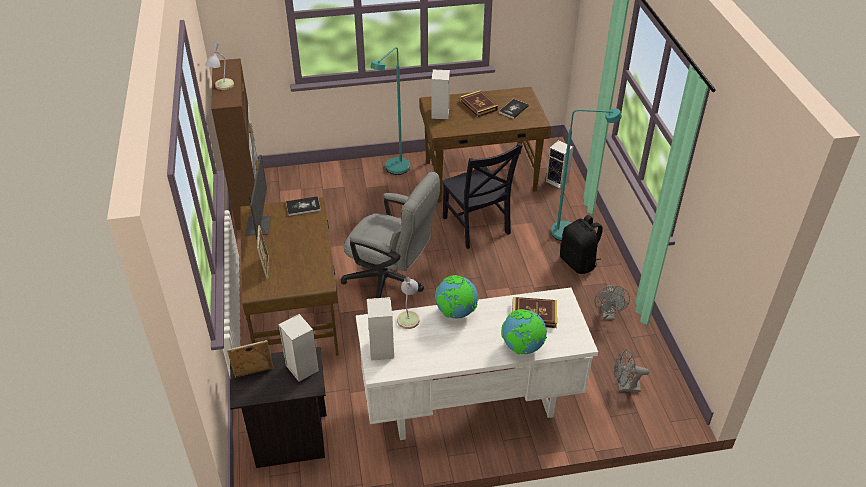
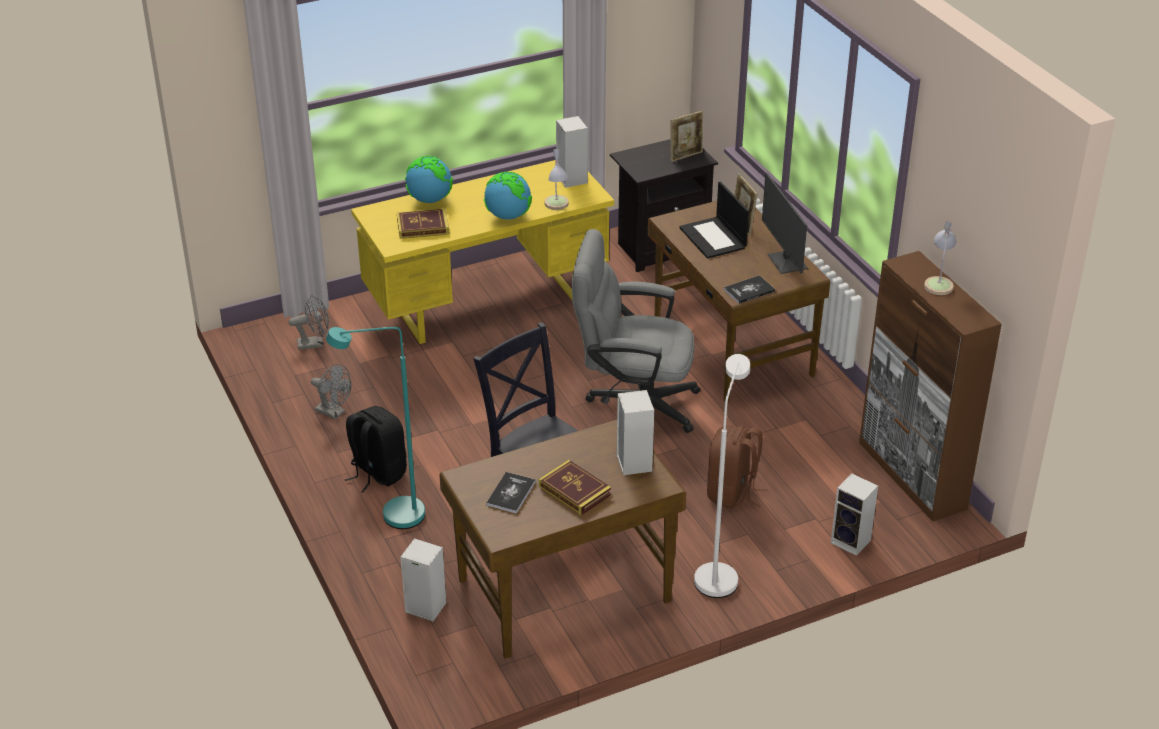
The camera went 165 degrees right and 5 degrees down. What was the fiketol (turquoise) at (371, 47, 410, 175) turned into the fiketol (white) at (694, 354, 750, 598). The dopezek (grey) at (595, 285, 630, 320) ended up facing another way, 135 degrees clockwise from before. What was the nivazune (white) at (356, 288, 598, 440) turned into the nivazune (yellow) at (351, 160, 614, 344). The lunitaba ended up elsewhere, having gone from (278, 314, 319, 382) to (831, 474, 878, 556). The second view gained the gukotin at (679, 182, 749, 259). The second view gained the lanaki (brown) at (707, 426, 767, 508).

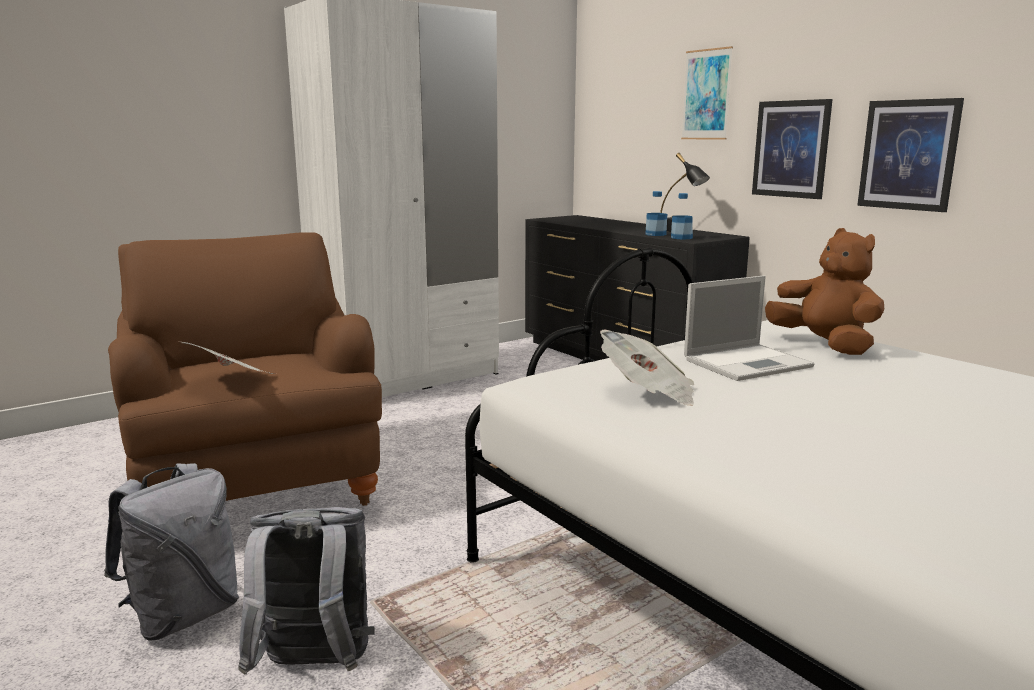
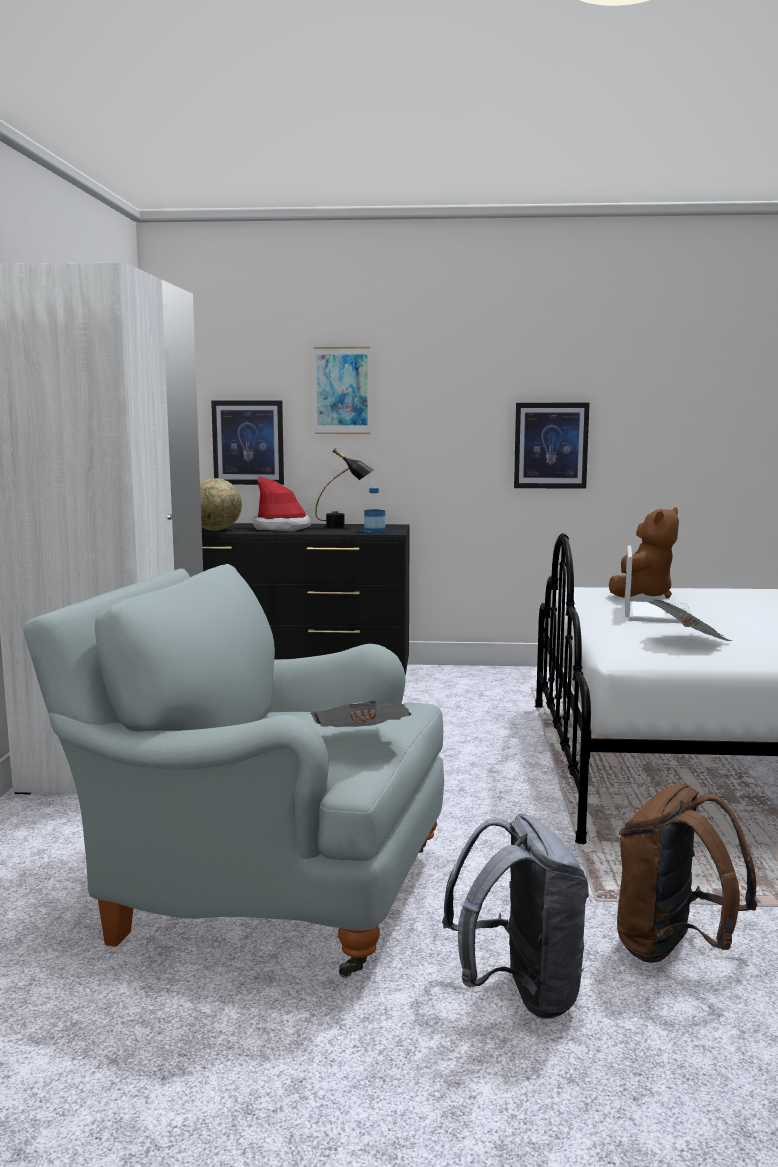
The camera went 50 degrees left and 5 degrees down. The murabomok ended up elsewhere, having gone from (752, 99, 833, 199) to (211, 400, 284, 485). The second view lost the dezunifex at (645, 191, 667, 236). The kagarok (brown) at (765, 228, 884, 355) ended up facing another way, 120 degrees clockwise from before. What was the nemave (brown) at (108, 232, 382, 506) turned into the nemave (grey) at (23, 564, 444, 978). What was the lanaki (grey) at (238, 507, 375, 675) turned into the lanaki (brown) at (617, 784, 758, 963). The second view gained the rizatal at (253, 476, 311, 531). The second view gained the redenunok at (200, 478, 242, 531).

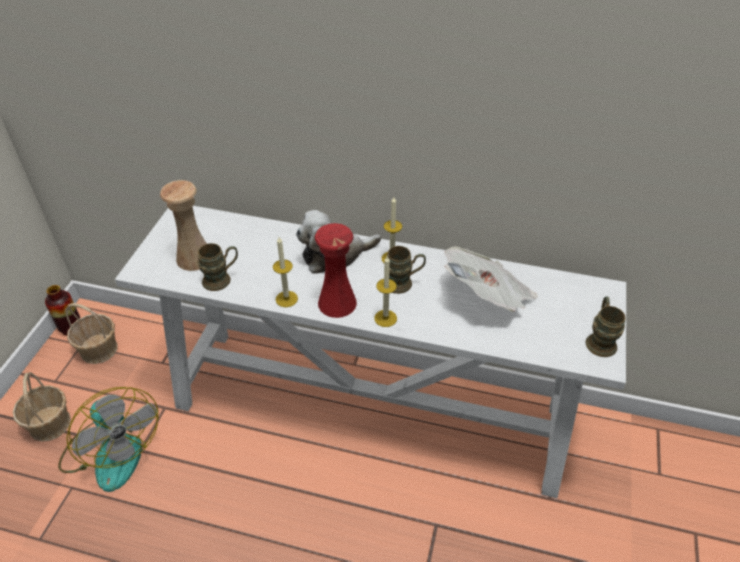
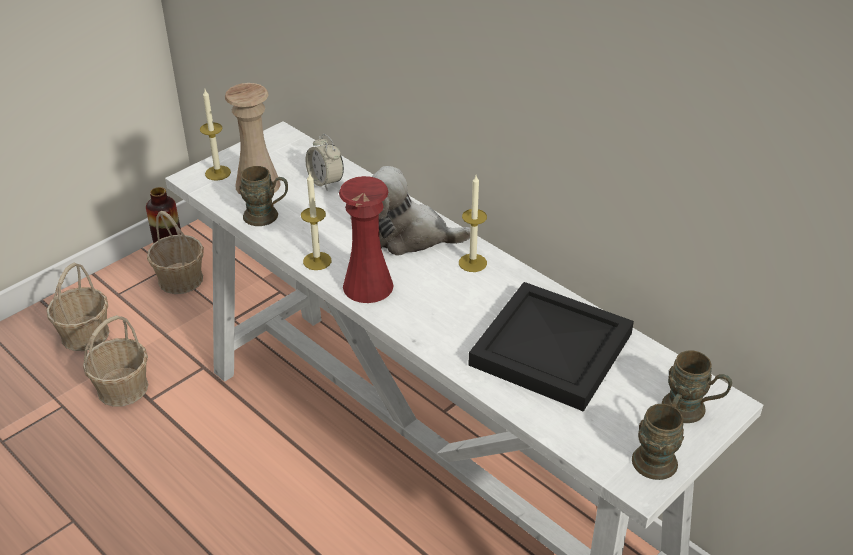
The camera went 30 degrees right and 5 degrees down. The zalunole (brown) ended up elsewhere, having gone from (387, 246, 426, 294) to (662, 351, 732, 423). Where the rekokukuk stood at (444, 246, 538, 312), the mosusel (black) came to stand at (468, 282, 634, 412). The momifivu ended up elsewhere, having gone from (374, 256, 397, 327) to (200, 90, 231, 181). Where the dopezek stood at (58, 387, 158, 492), the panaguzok came to stand at (83, 315, 148, 407). The second view gained the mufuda at (306, 134, 344, 190).

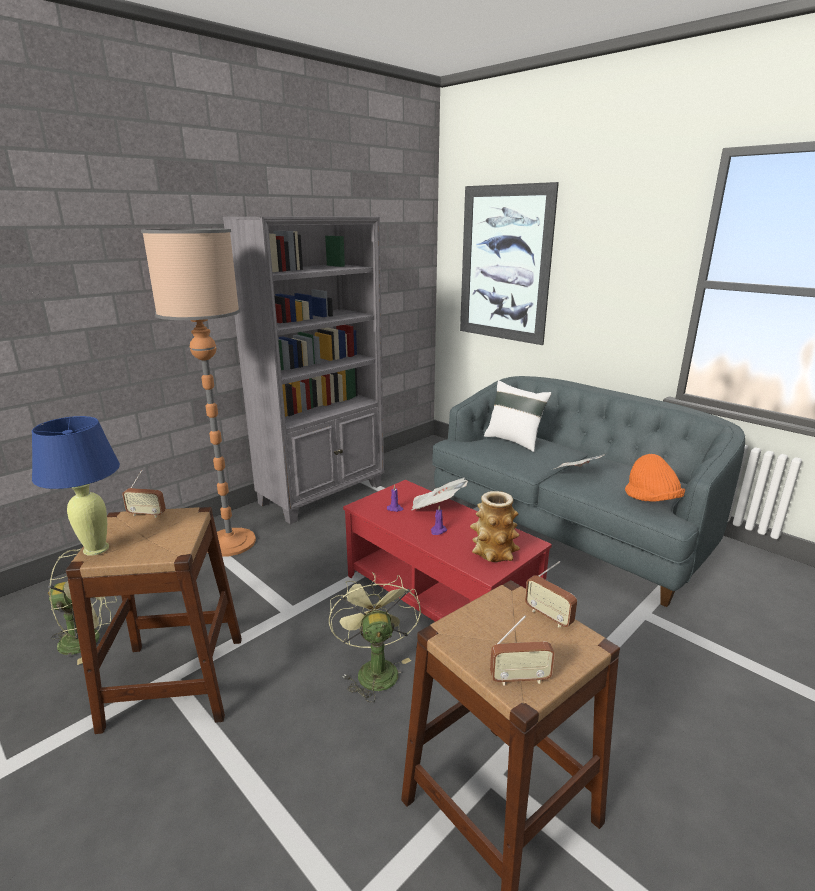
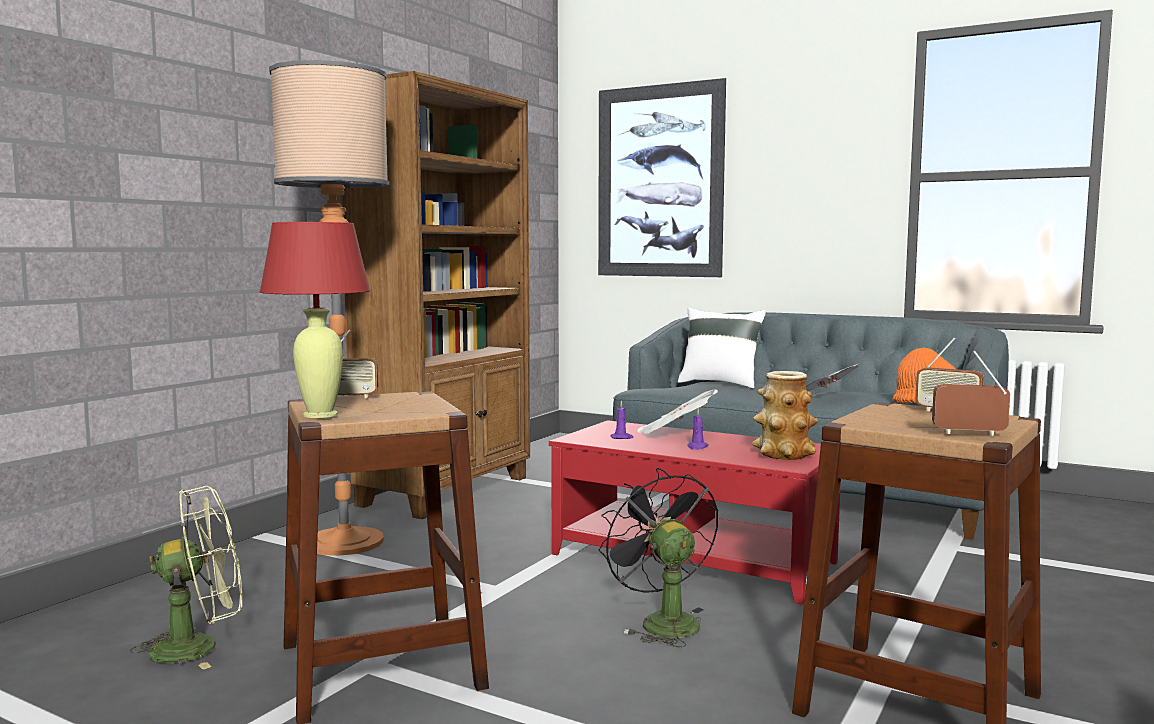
The camera went 15 degrees left and 15 degrees down. What was the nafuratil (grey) at (223, 217, 384, 524) turned into the nafuratil (brown) at (341, 71, 530, 519). What was the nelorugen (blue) at (32, 416, 120, 556) turned into the nelorugen (red) at (260, 222, 370, 418). What was the dopezek (green) at (329, 572, 421, 703) turned into the dopezek (black) at (599, 468, 718, 647). The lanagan at (490, 615, 555, 686) ended up facing another way, 150 degrees counterclockwise from before.

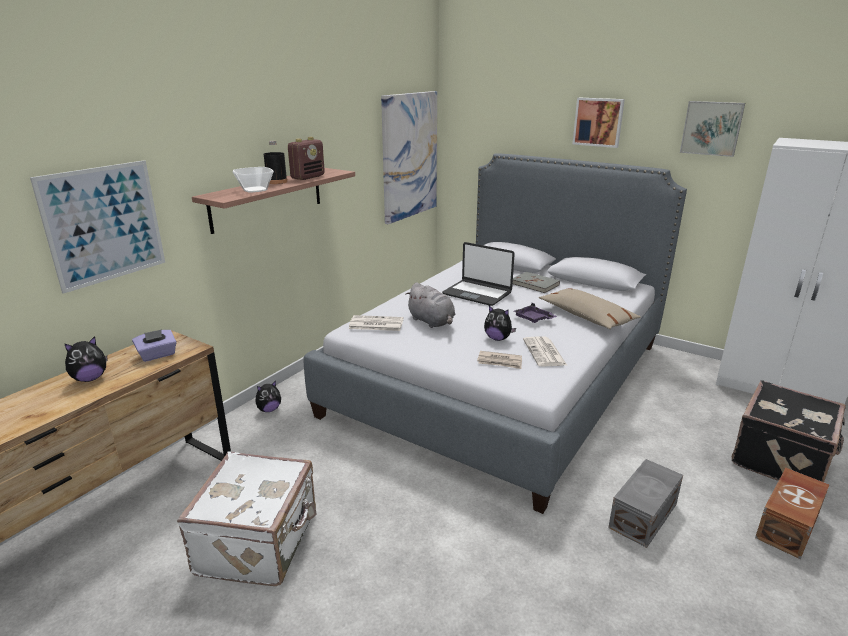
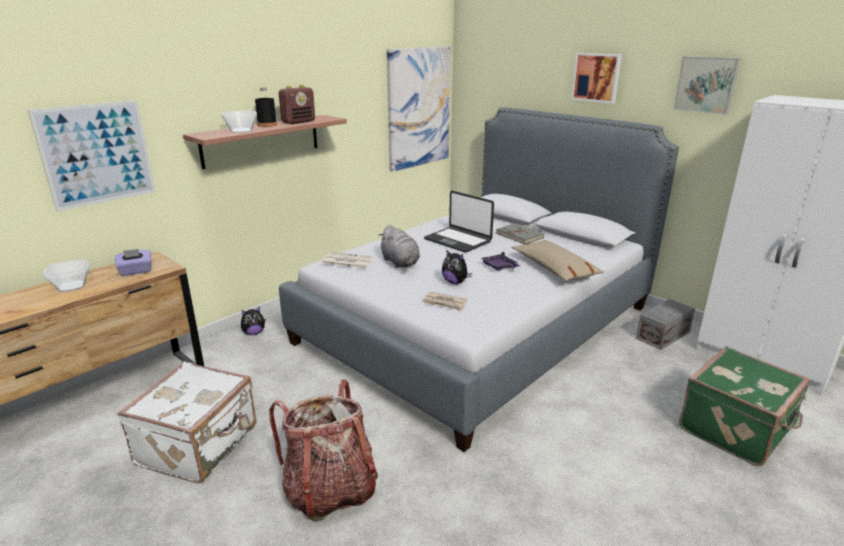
The camera went 10 degrees right and 0 degrees up. Where the kagarok stood at (65, 336, 107, 382), the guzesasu came to stand at (44, 259, 90, 292). The second view lost the rekokukuk at (523, 336, 567, 366). What was the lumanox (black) at (732, 380, 846, 482) turned into the lumanox (green) at (679, 346, 810, 466). The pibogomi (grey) ended up elsewhere, having gone from (608, 459, 683, 548) to (636, 299, 695, 350). The second view lost the pibogomi (brown) at (755, 468, 829, 559). The second view gained the lanaki at (269, 380, 378, 522).

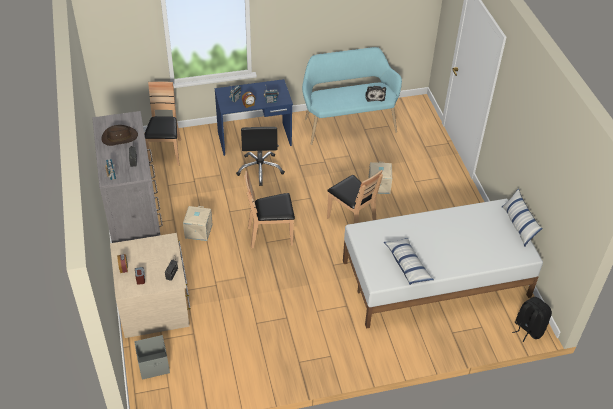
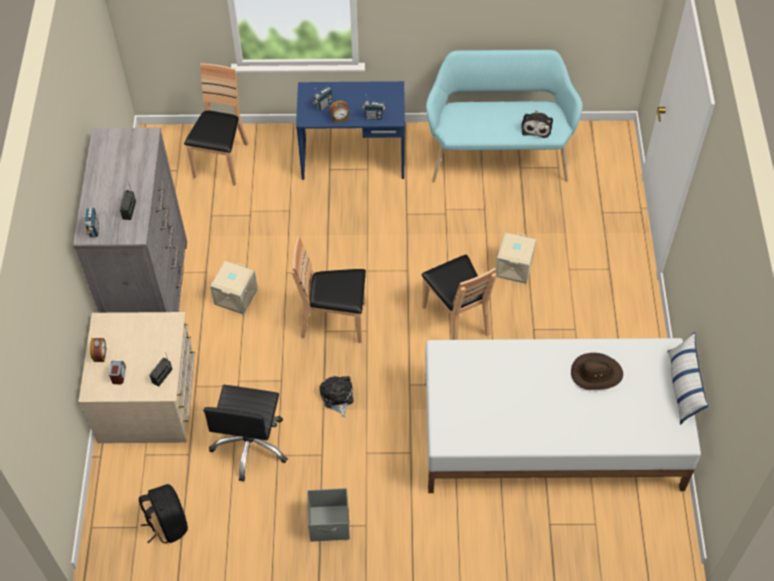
The camera went 15 degrees right and 10 degrees up. The rizatal (brown) ended up elsewhere, having gone from (101, 125, 138, 146) to (571, 353, 623, 390). The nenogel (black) ended up elsewhere, having gone from (236, 127, 285, 186) to (203, 385, 288, 481). The second view lost the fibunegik at (384, 238, 434, 285). The lanaki (black) ended up elsewhere, having gone from (512, 297, 552, 342) to (139, 484, 188, 543). The pibogomi (grey) ended up elsewhere, having gone from (134, 335, 170, 380) to (307, 488, 350, 542). The second view gained the kagarok at (319, 376, 354, 417).

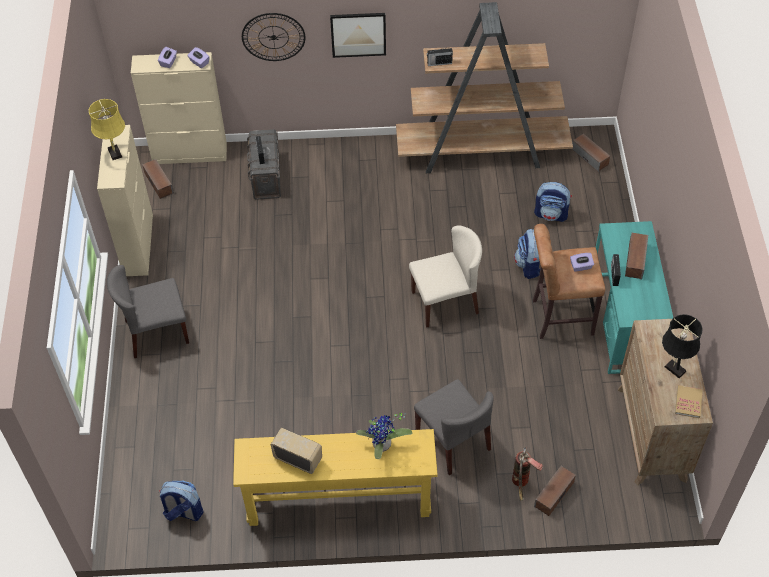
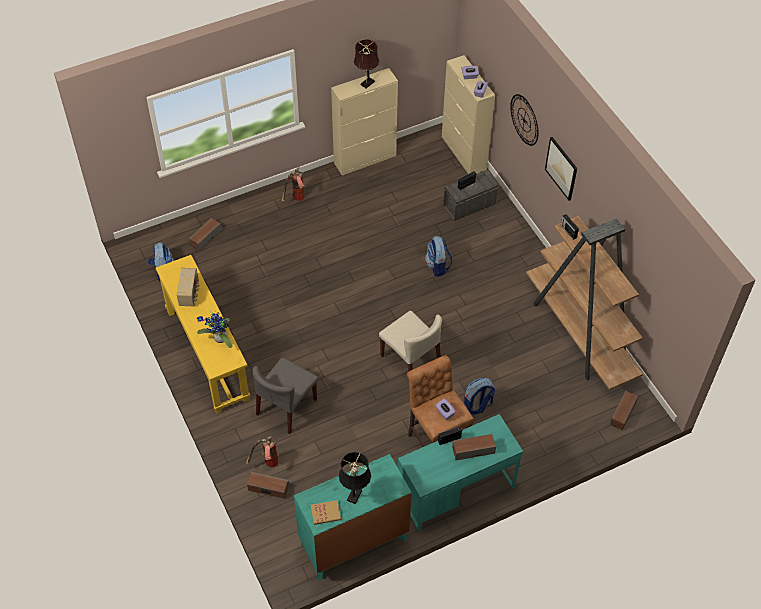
The camera went 65 degrees right and 0 degrees up. What was the nelorugen (yellow) at (89, 99, 125, 160) turned into the nelorugen (brown) at (353, 39, 379, 88). The lunitaba ended up elsewhere, having gone from (142, 159, 174, 199) to (189, 218, 222, 252). The lanaki ended up elsewhere, having gone from (534, 182, 572, 222) to (425, 236, 453, 277). Where the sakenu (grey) stood at (107, 265, 189, 358), the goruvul came to stand at (282, 168, 304, 202). What was the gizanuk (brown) at (618, 319, 713, 485) turned into the gizanuk (turquoise) at (294, 454, 412, 580).

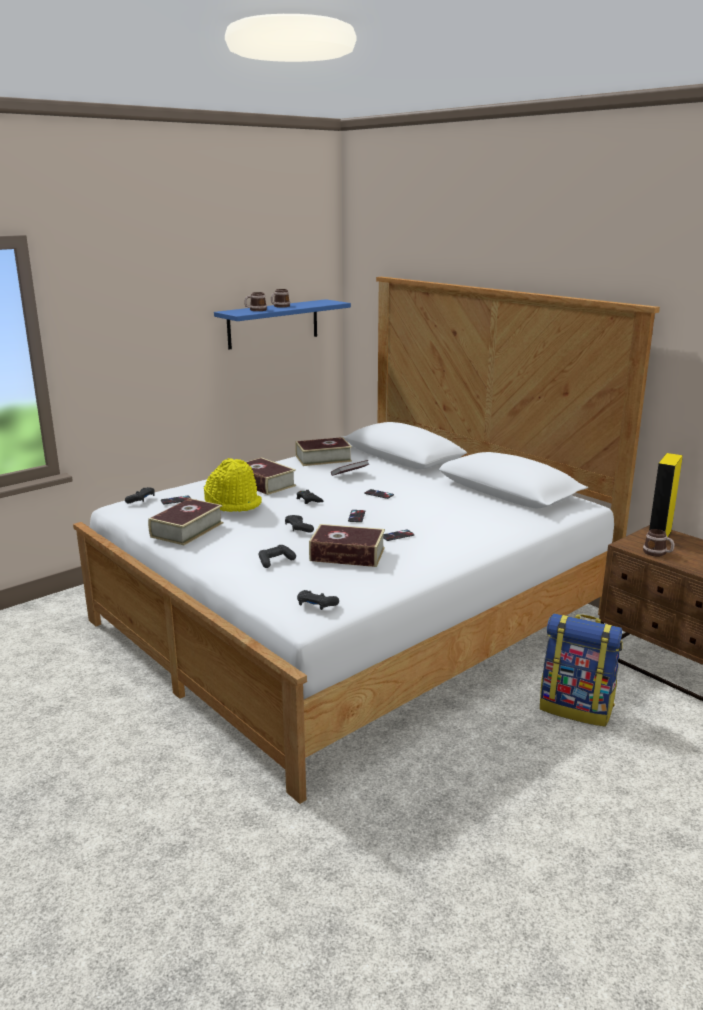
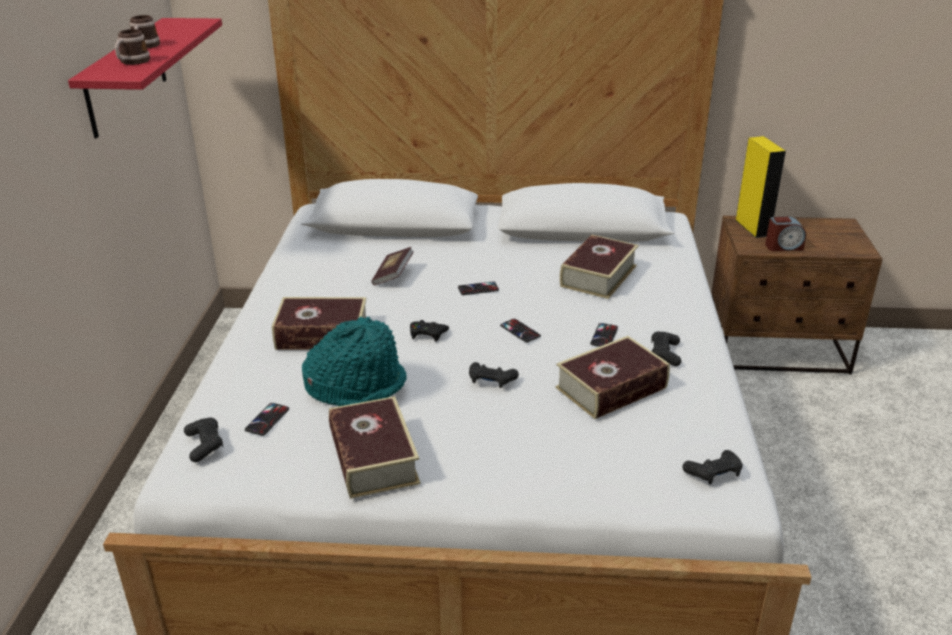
The camera went 45 degrees left and 10 degrees up. What was the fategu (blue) at (214, 299, 351, 349) turned into the fategu (red) at (68, 18, 222, 138). The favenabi ended up elsewhere, having gone from (295, 437, 352, 466) to (560, 235, 639, 299). What was the rizatal (yellow) at (204, 458, 262, 512) turned into the rizatal (turquoise) at (302, 317, 407, 406). Where the zalunole stood at (643, 529, 674, 556), the mufuda came to stand at (765, 216, 806, 251). The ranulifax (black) ended up elsewhere, having gone from (258, 545, 296, 568) to (651, 331, 681, 366). The second view lost the lanaki at (540, 613, 622, 727).

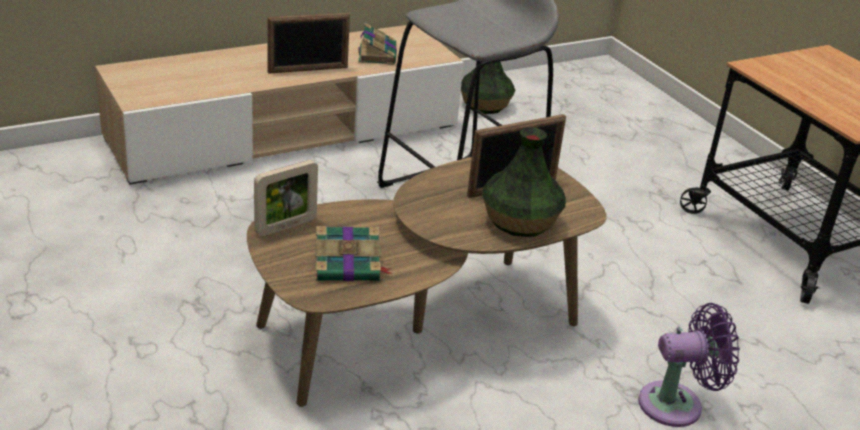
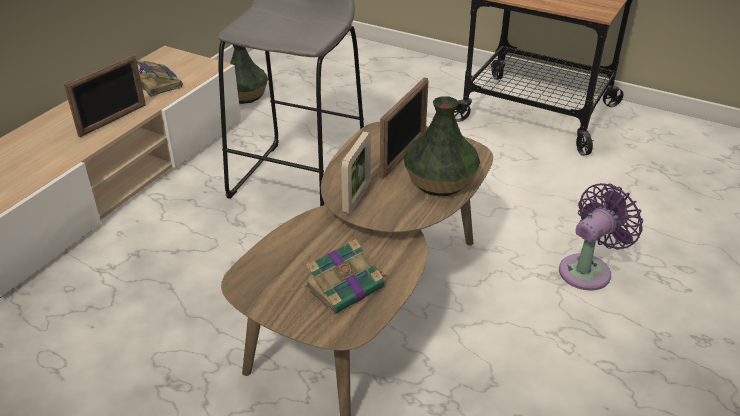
The camera went 30 degrees left and 5 degrees up. The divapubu ended up elsewhere, having gone from (254, 160, 318, 236) to (341, 131, 371, 214).

